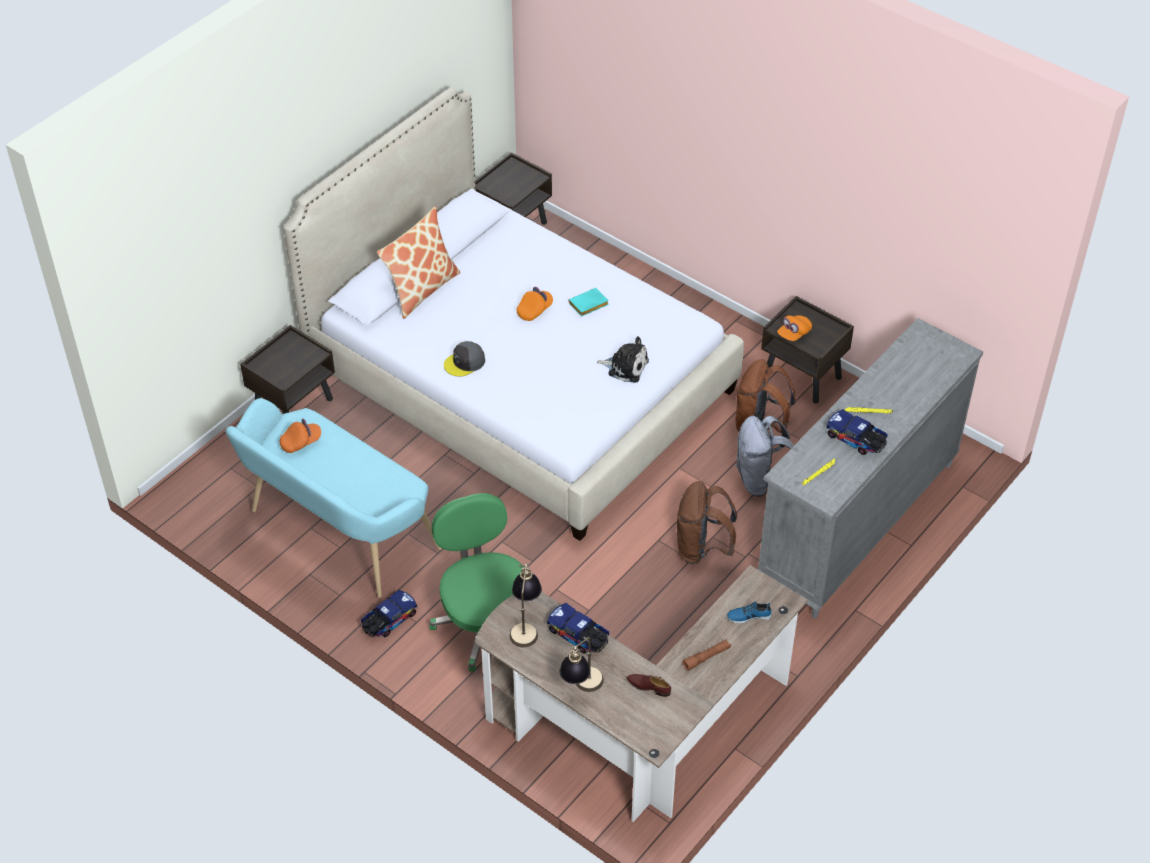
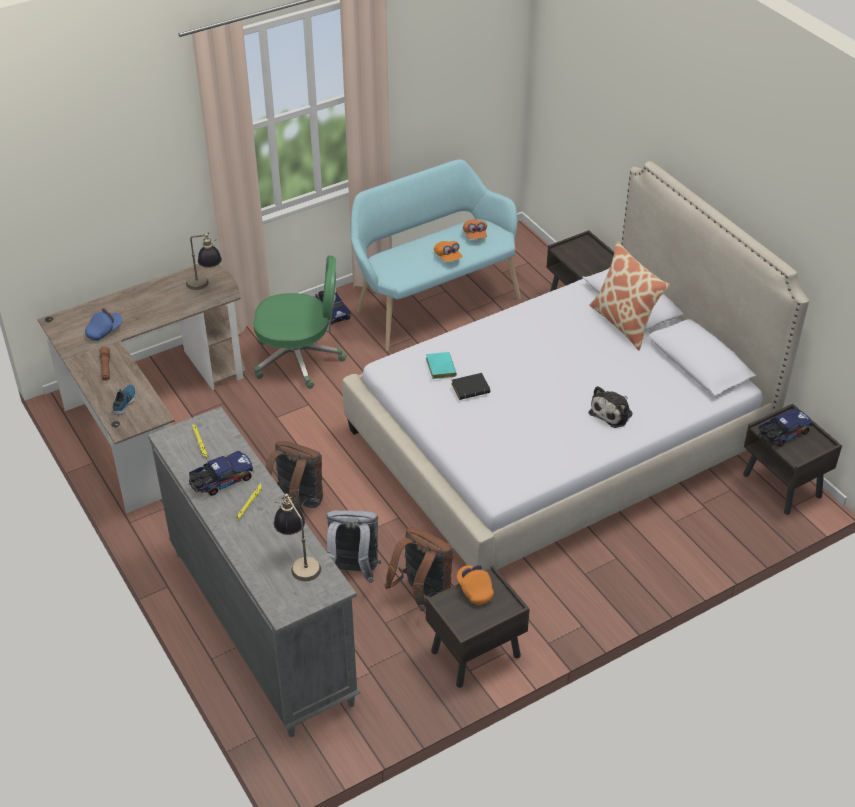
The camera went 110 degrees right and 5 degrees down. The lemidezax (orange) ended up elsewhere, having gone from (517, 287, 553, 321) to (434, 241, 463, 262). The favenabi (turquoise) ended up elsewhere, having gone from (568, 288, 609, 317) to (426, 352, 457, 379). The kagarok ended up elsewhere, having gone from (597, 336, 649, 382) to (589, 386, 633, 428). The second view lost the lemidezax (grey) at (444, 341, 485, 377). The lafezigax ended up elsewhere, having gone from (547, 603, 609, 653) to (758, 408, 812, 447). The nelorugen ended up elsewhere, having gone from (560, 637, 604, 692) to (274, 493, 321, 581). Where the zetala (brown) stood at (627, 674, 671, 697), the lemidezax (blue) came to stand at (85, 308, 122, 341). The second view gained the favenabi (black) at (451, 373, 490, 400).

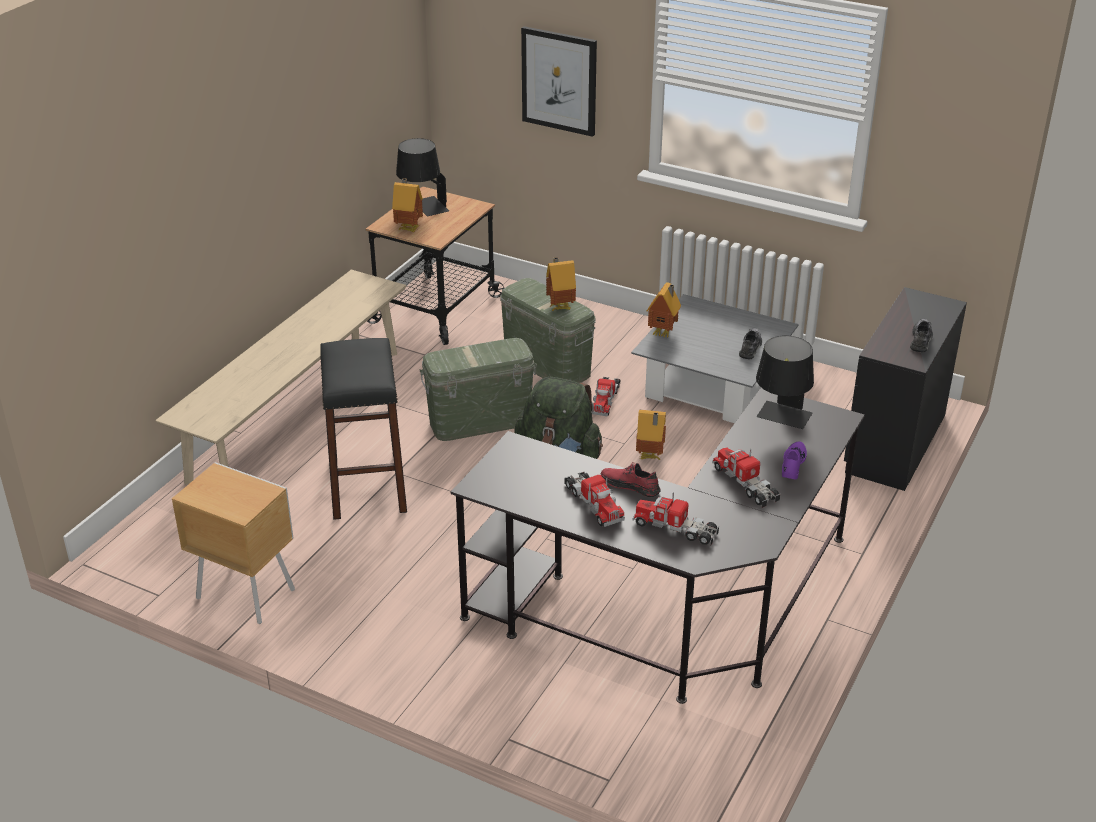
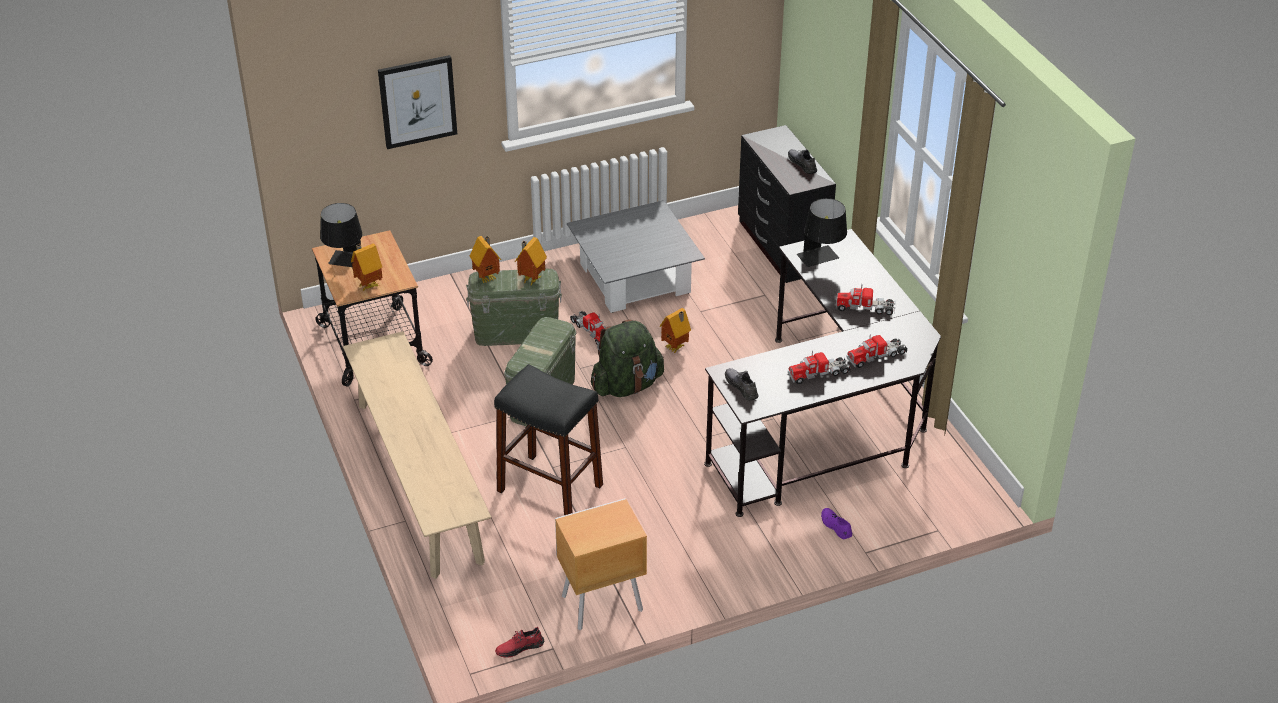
The camera went 50 degrees left and 5 degrees up. The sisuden ended up elsewhere, having gone from (647, 282, 681, 338) to (470, 236, 501, 283). The zetala (grey) ended up elsewhere, having gone from (739, 328, 762, 359) to (725, 368, 759, 401). The zetala (purple) ended up elsewhere, having gone from (782, 441, 807, 479) to (821, 508, 852, 539). The zetala (red) ended up elsewhere, having gone from (601, 462, 661, 497) to (495, 627, 544, 658). The lafezigax at (565, 471, 625, 527) ended up facing another way, 150 degrees clockwise from before.

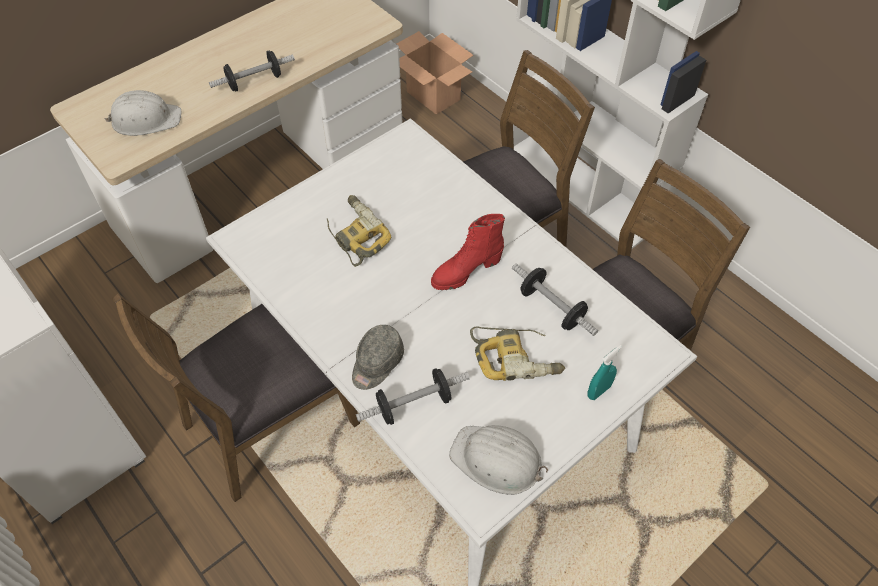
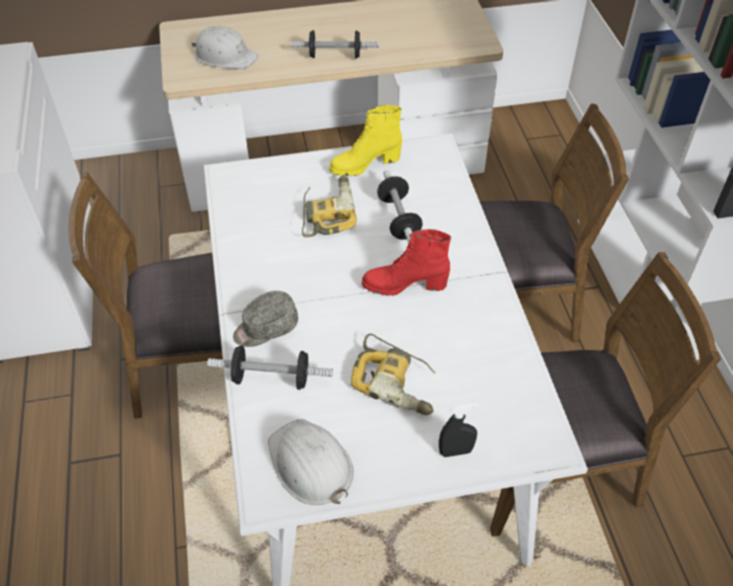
The camera went 30 degrees right and 5 degrees down. The second view lost the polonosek at (396, 31, 473, 114). The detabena ended up elsewhere, having gone from (512, 263, 598, 336) to (377, 170, 423, 243). What was the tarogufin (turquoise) at (587, 345, 622, 400) turned into the tarogufin (black) at (439, 402, 478, 457). The second view gained the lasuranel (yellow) at (329, 105, 402, 176).

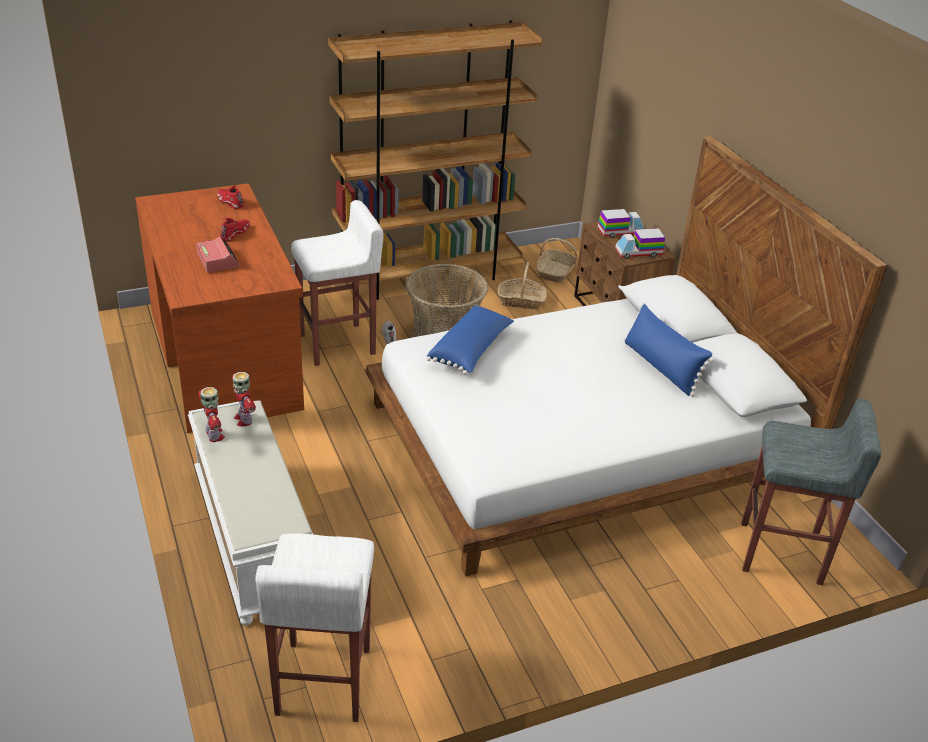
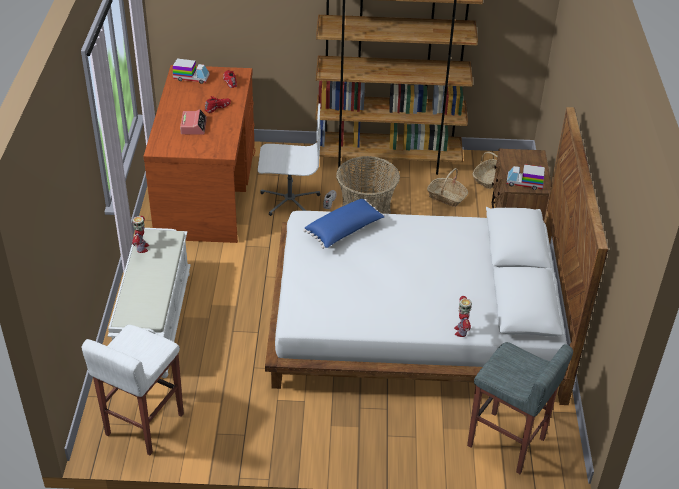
The camera went 25 degrees right and 5 degrees up. Where the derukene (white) stood at (291, 200, 384, 366), the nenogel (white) came to stand at (258, 103, 321, 216). The lafezigax ended up elsewhere, having gone from (598, 209, 644, 238) to (173, 59, 210, 84). The second view lost the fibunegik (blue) at (624, 303, 714, 397). The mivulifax ended up elsewhere, having gone from (232, 372, 256, 426) to (454, 296, 472, 337).

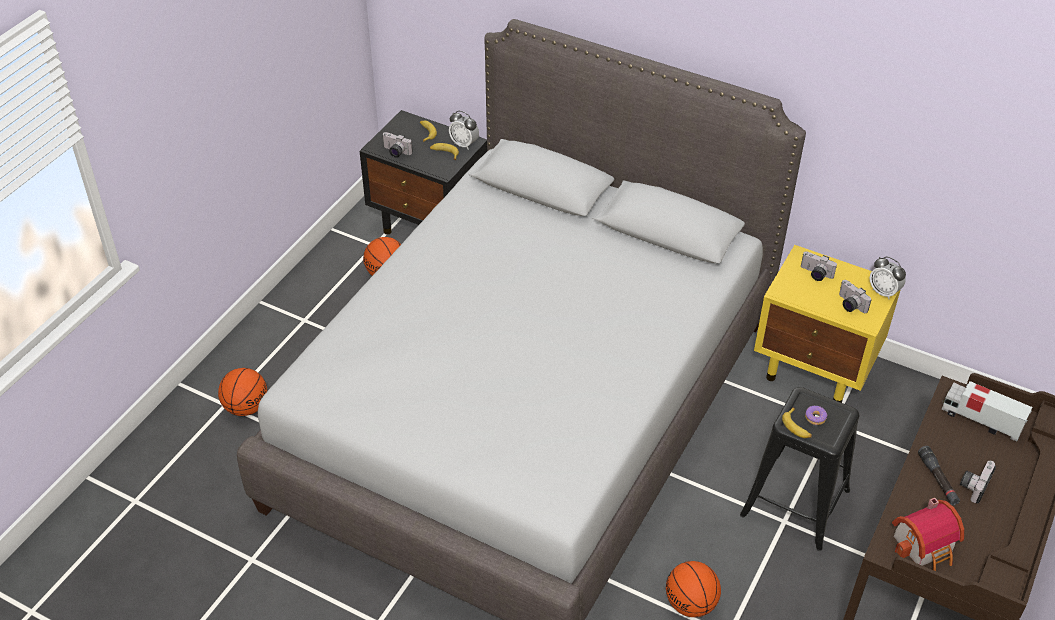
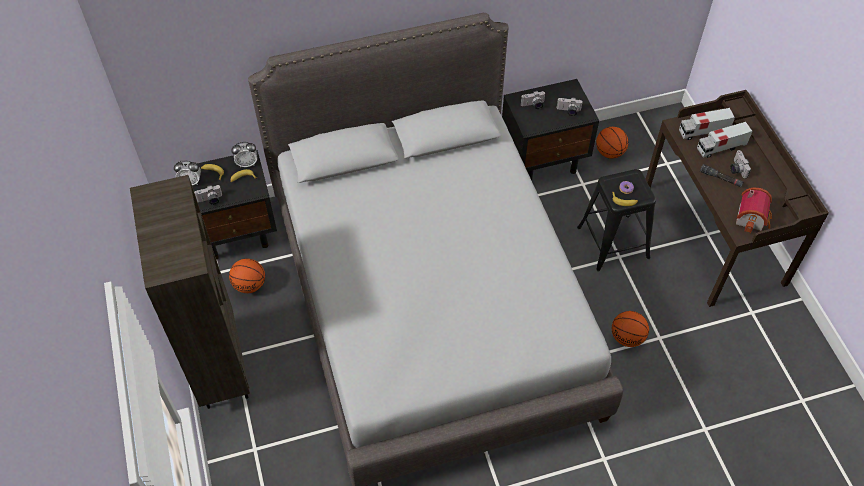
The camera went 45 degrees left and 10 degrees up. What was the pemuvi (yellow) at (754, 245, 901, 403) turned into the pemuvi (black) at (502, 79, 599, 181). The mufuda ended up elsewhere, having gone from (870, 257, 906, 299) to (174, 160, 201, 185). The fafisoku ended up elsewhere, having gone from (218, 368, 267, 416) to (596, 127, 629, 159). The second view gained the lafezigax at (697, 122, 753, 158). The second view gained the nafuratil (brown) at (130, 175, 250, 409).

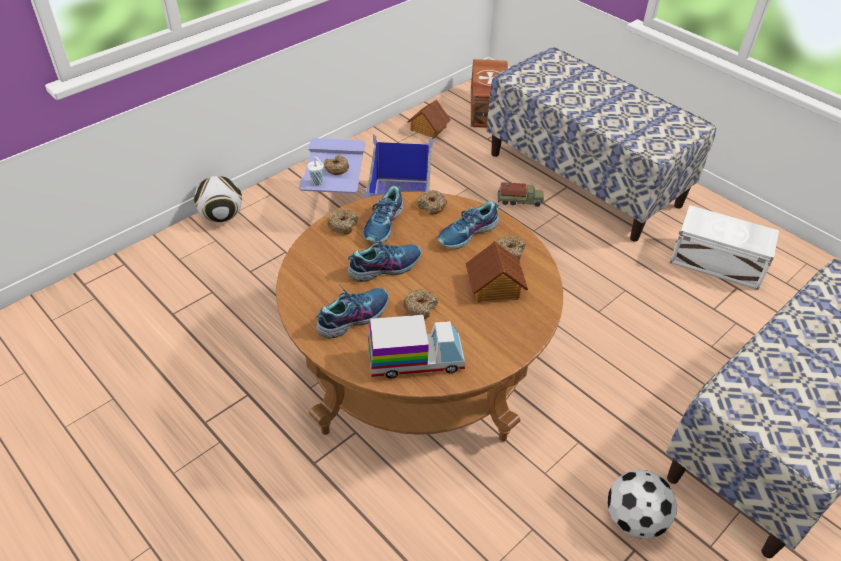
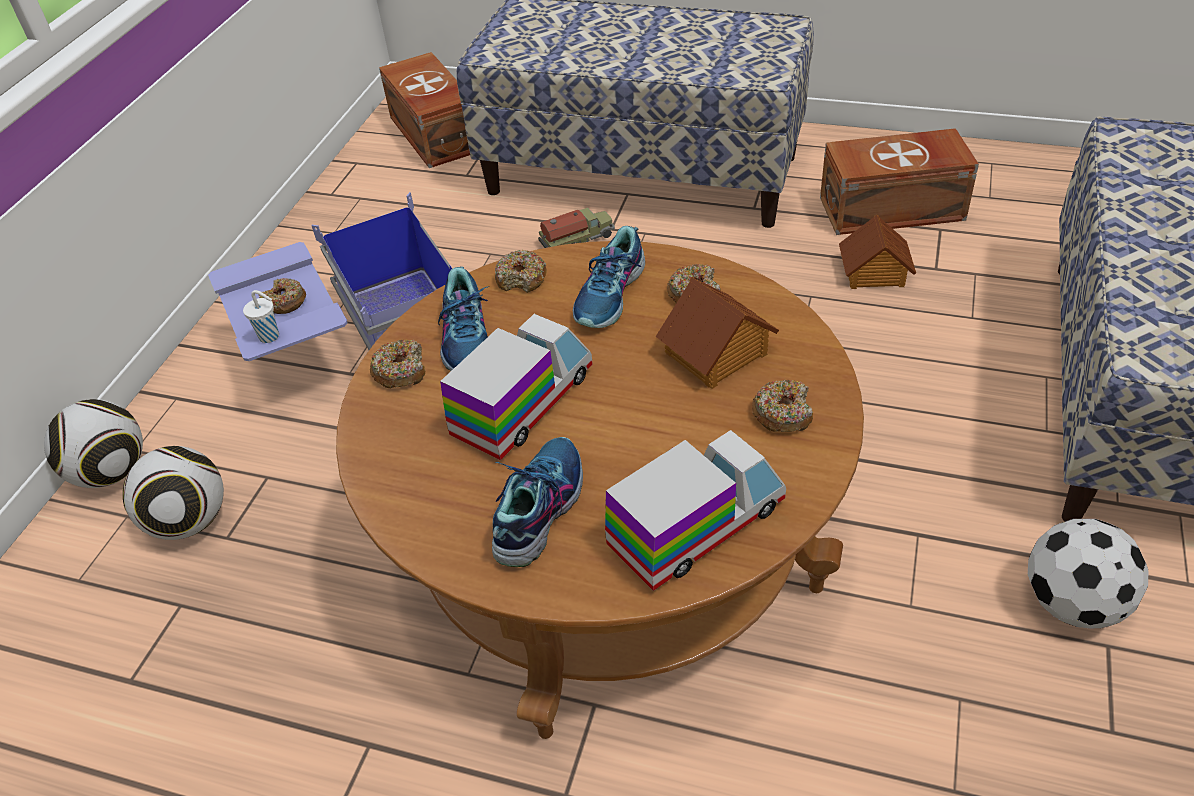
The camera went 25 degrees left and 0 degrees up. The sisuden ended up elsewhere, having gone from (407, 99, 451, 139) to (839, 214, 916, 289). What was the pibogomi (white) at (670, 205, 779, 290) turned into the pibogomi (brown) at (820, 128, 979, 235). Where the zetala stood at (348, 234, 421, 282), the lafezigax came to stand at (440, 314, 593, 460). The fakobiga ended up elsewhere, having gone from (403, 289, 438, 319) to (752, 379, 813, 432). The second view gained the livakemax at (123, 446, 224, 540).

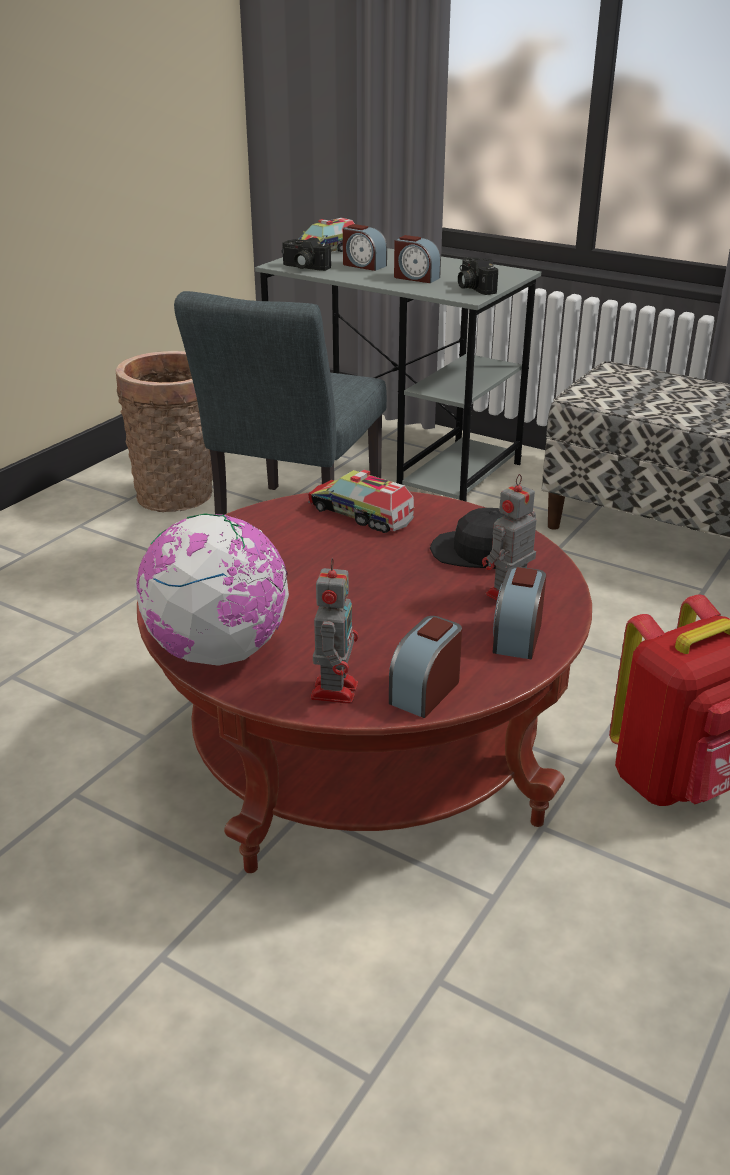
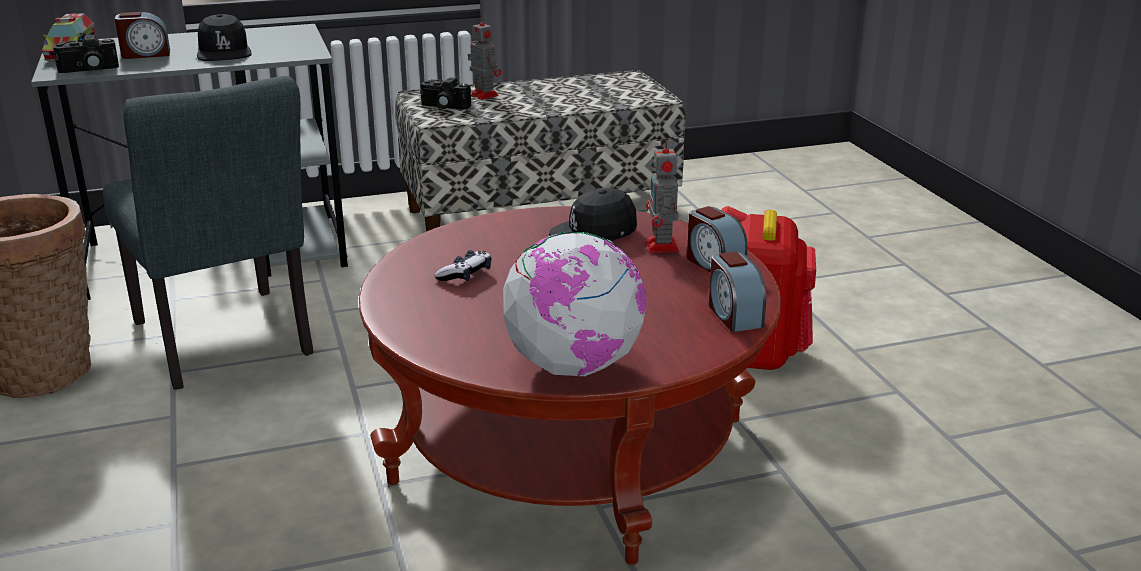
The camera went 50 degrees left and 5 degrees down. Where the mufuda stood at (394, 235, 441, 283), the lemidezax (black) came to stand at (197, 14, 251, 61). The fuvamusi ended up elsewhere, having gone from (458, 257, 498, 295) to (420, 77, 471, 109). The second view lost the lafezigax at (308, 470, 414, 533). The mivulifax ended up elsewhere, having gone from (310, 558, 359, 704) to (468, 15, 501, 100). The second view gained the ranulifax at (434, 250, 492, 281).

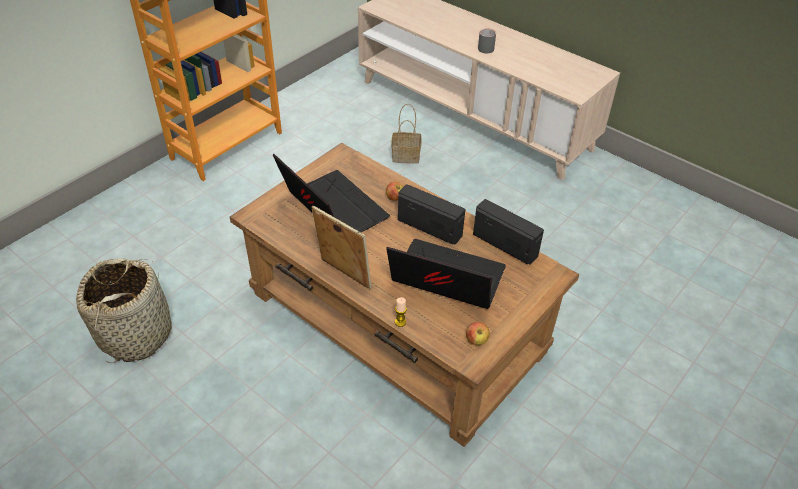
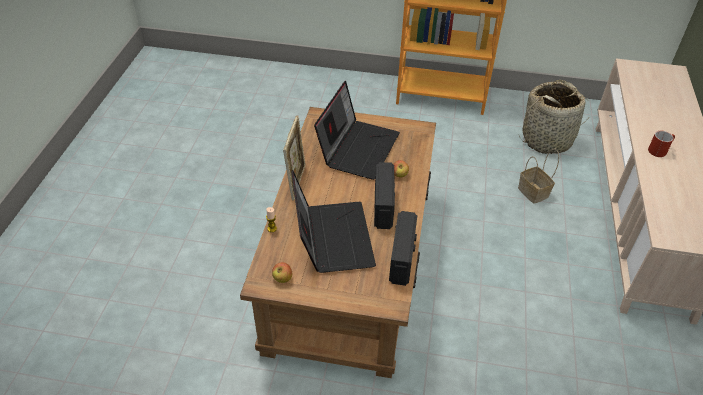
The camera went 60 degrees right and 0 degrees up. What was the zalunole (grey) at (478, 29, 496, 53) turned into the zalunole (red) at (648, 131, 675, 157). The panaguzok ended up elsewhere, having gone from (76, 258, 172, 363) to (519, 80, 592, 154).

